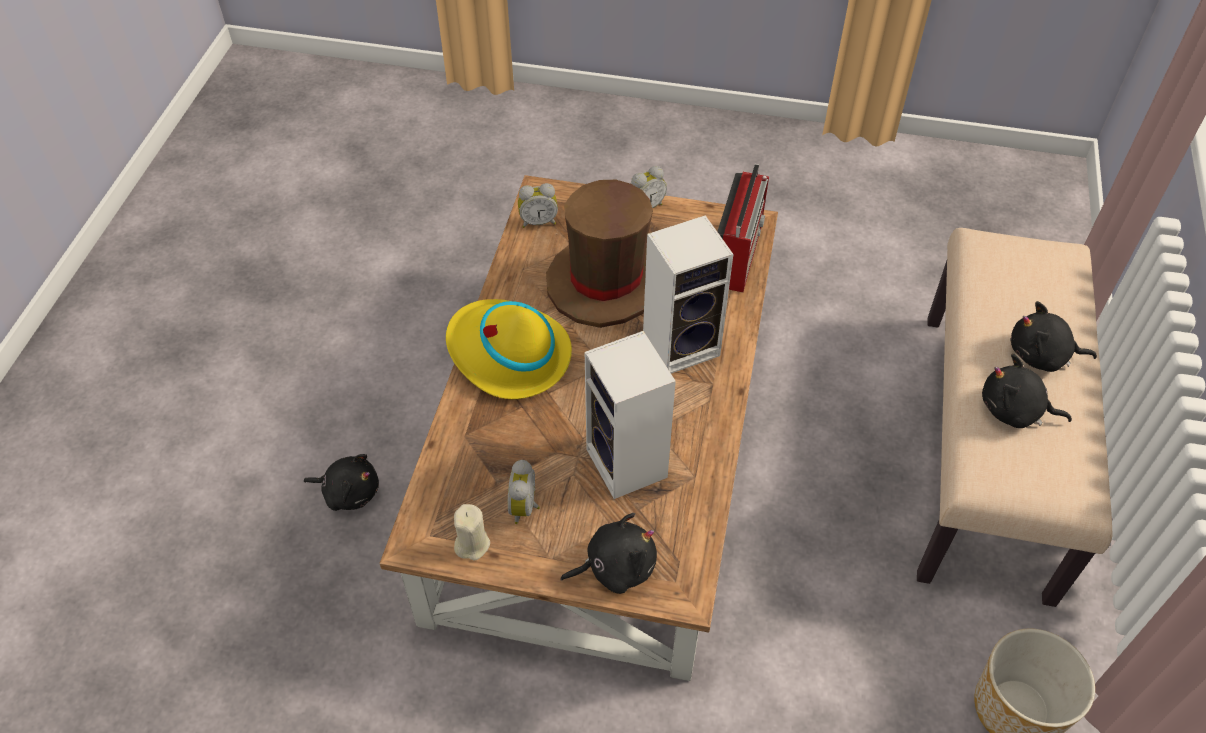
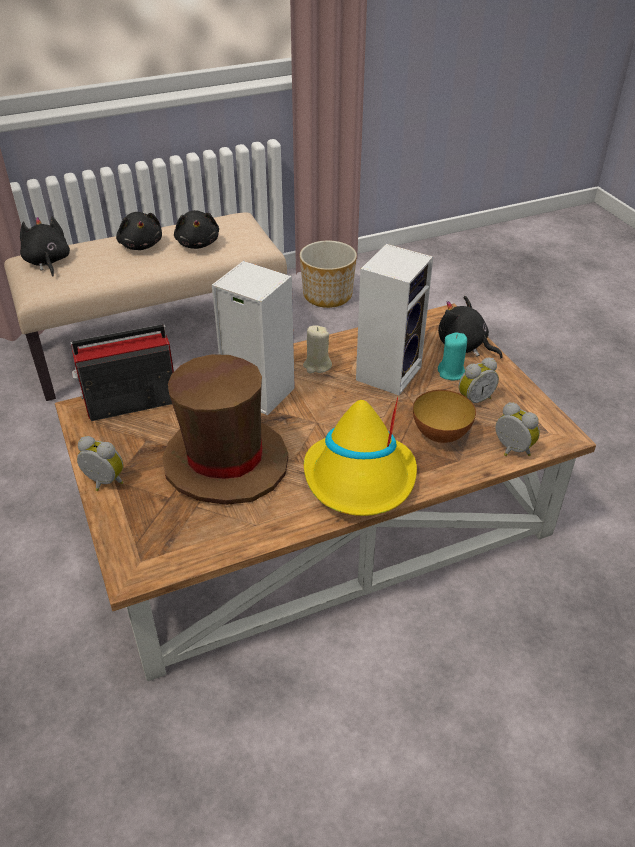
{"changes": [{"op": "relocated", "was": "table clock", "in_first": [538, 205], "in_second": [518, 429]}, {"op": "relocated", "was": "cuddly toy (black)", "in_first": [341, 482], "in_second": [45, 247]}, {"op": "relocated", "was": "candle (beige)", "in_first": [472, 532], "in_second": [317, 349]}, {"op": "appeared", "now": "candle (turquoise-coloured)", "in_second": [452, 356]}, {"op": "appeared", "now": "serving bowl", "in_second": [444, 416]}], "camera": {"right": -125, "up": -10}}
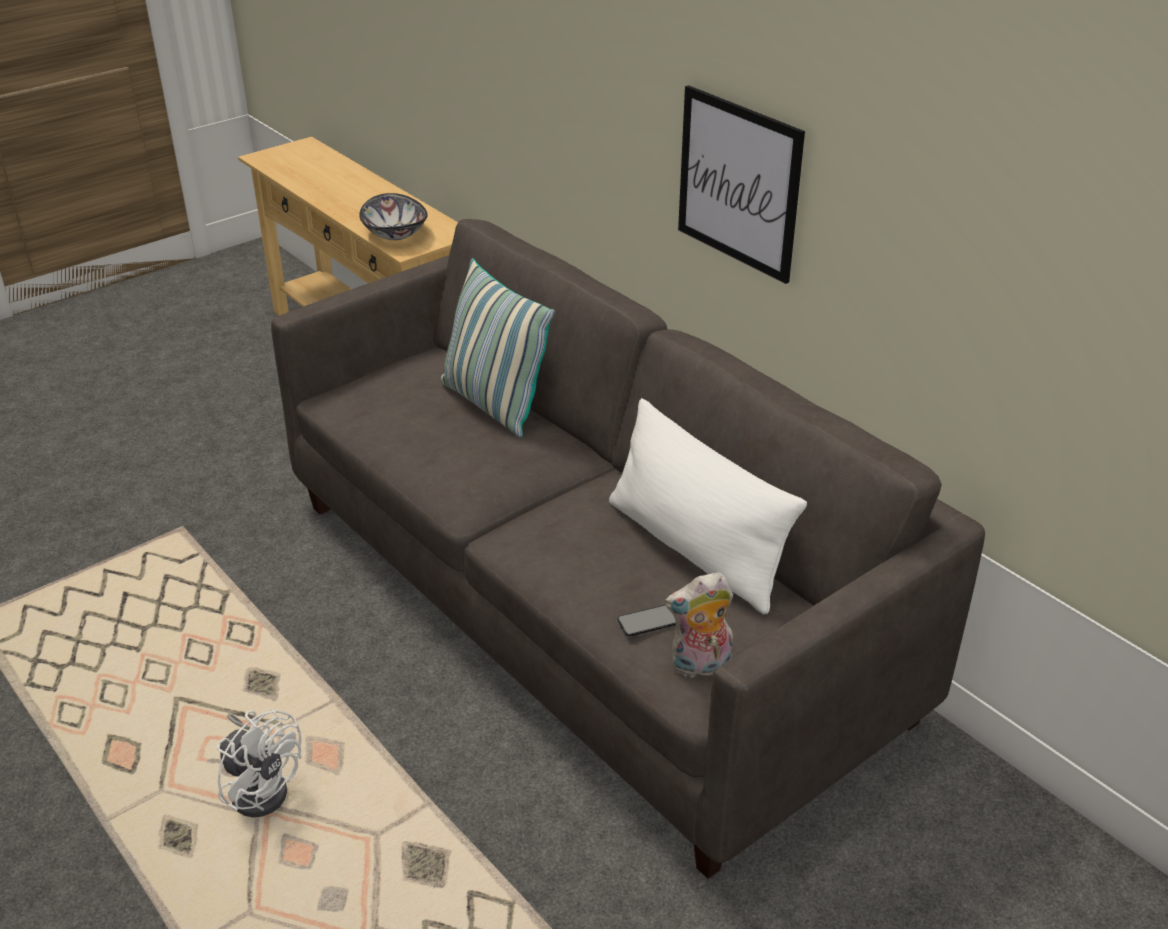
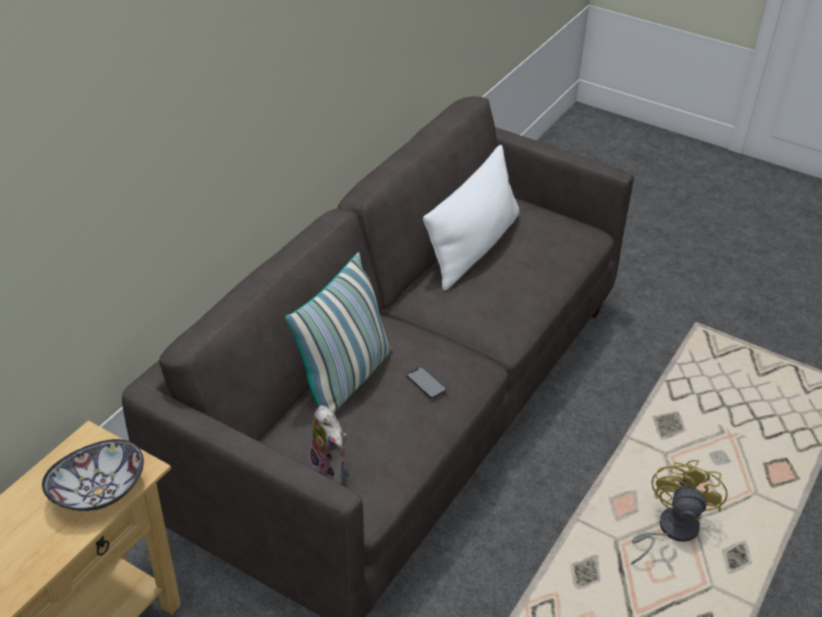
{"changes": [{"op": "missing", "was": "picture", "in_first": [741, 184]}, {"op": "relocated", "was": "cuddly toy", "in_first": [699, 624], "in_second": [328, 444]}, {"op": "relocated", "was": "phone", "in_first": [647, 620], "in_second": [427, 383]}, {"op": "colour", "was": "cooling fan (white)", "now": "cooling fan (yellow)", "in_first": [259, 763], "in_second": [679, 512]}], "camera": {"right": -110, "up": 5}}
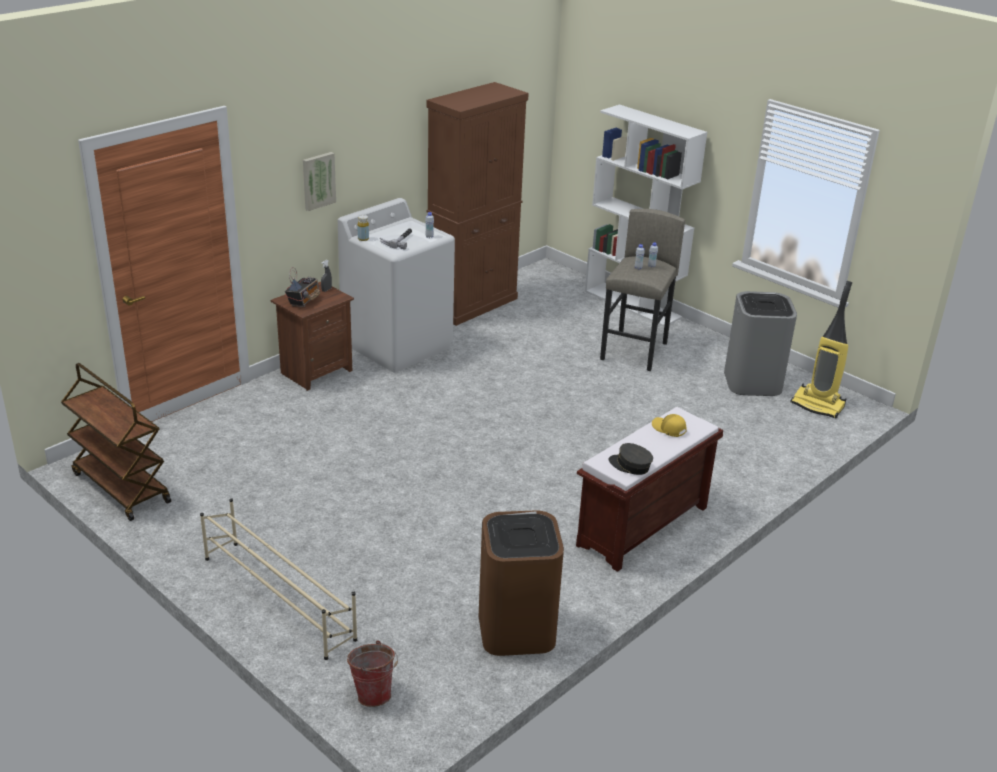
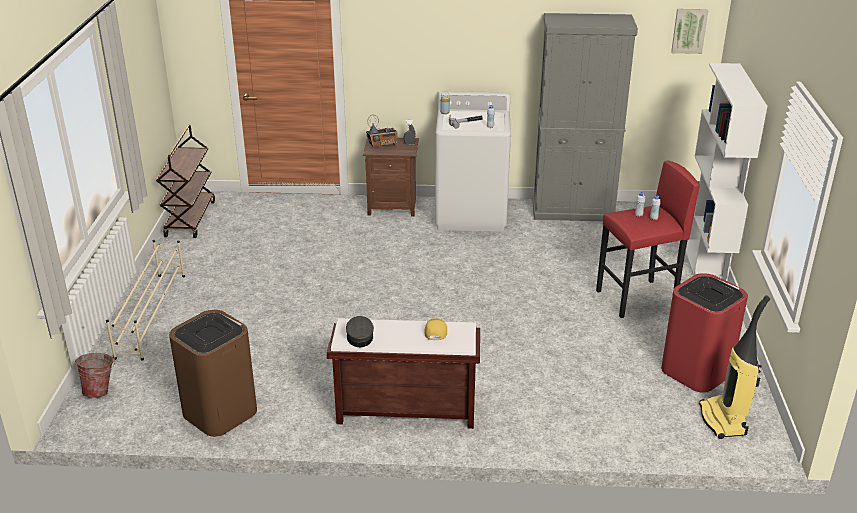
{"changes": [{"op": "colour", "was": "cupboard (brownish)", "now": "cupboard (greyish)", "in_first": [477, 204], "in_second": [585, 117]}, {"op": "relocated", "was": "picture", "in_first": [319, 181], "in_second": [689, 31]}, {"op": "colour", "was": "sitting stool (greyish)", "now": "sitting stool (reddish)", "in_first": [642, 290], "in_second": [648, 239]}, {"op": "colour", "was": "waste bin (greyish)", "now": "waste bin (reddish)", "in_first": [760, 343], "in_second": [704, 333]}], "camera": {"right": 50, "up": 0}}
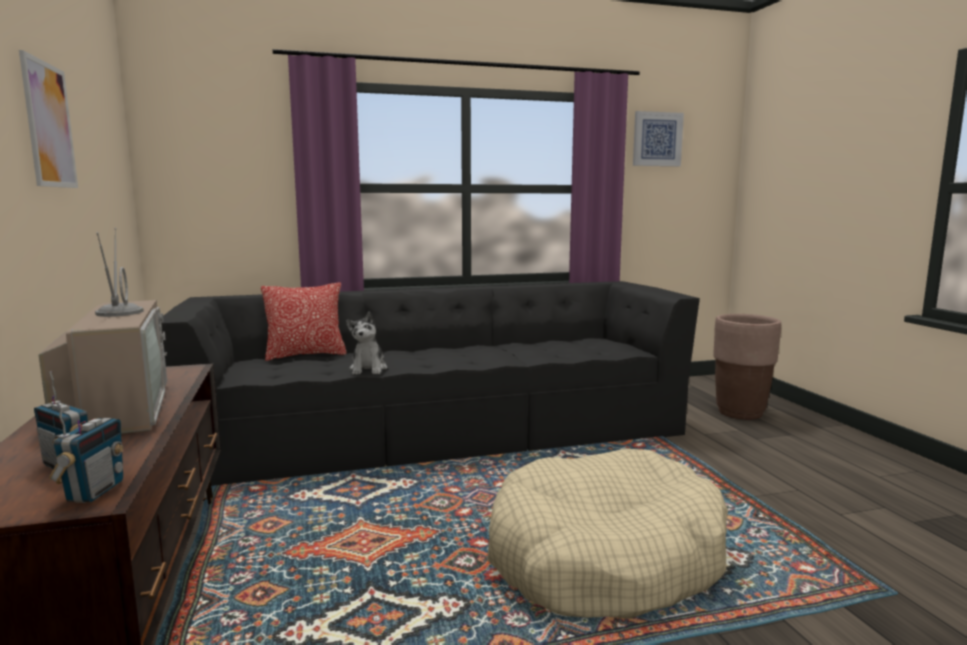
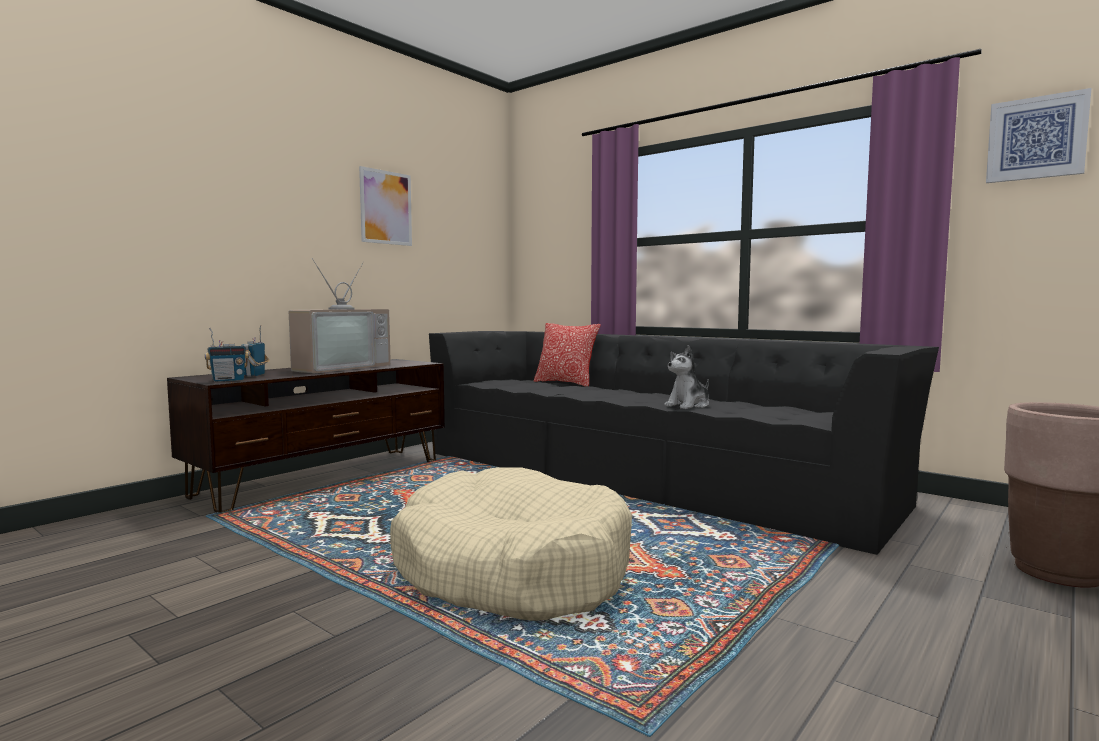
{"changes": [{"op": "relocated", "was": "cuddly toy", "in_first": [366, 343], "in_second": [686, 377]}], "camera": {"right": 55, "up": -5}}
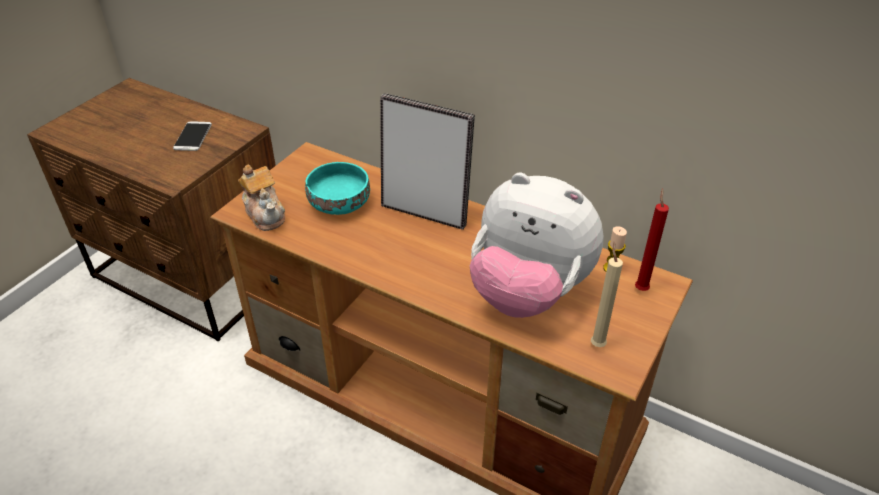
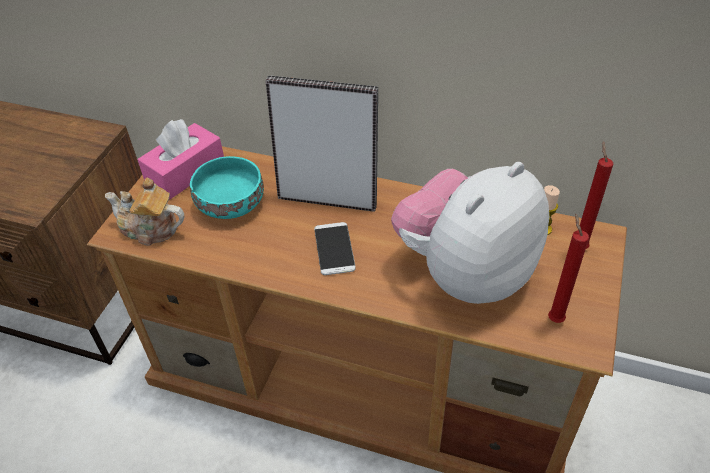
{"changes": [{"op": "relocated", "was": "phone", "in_first": [192, 136], "in_second": [335, 248]}, {"op": "spun", "was": "pot for tea", "in_first": [261, 197], "in_second": [144, 212], "clockwise": 150}, {"op": "spun", "was": "cuddly toy", "in_first": [537, 245], "in_second": [470, 233], "clockwise": 120}, {"op": "colour", "was": "candle (beige)", "now": "candle (reddish)", "in_first": [607, 294], "in_second": [568, 268]}, {"op": "appeared", "now": "tissue holder (pinkish)", "in_second": [181, 159]}], "camera": {"right": -10, "up": 5}}
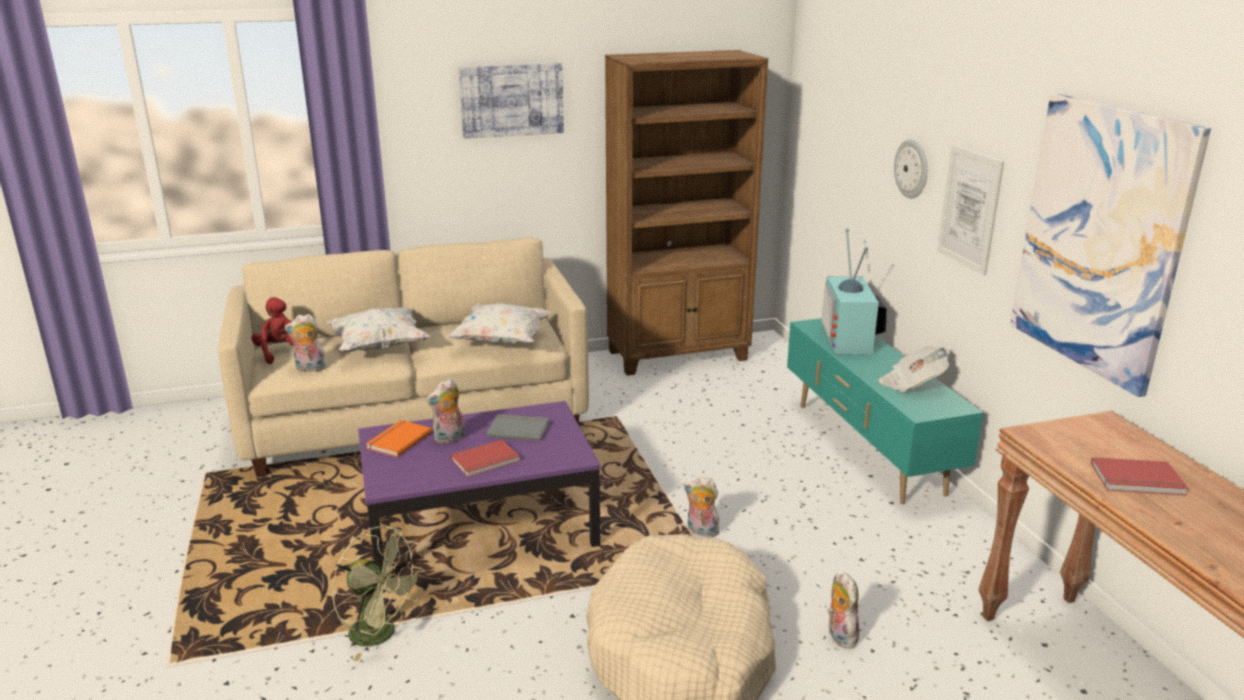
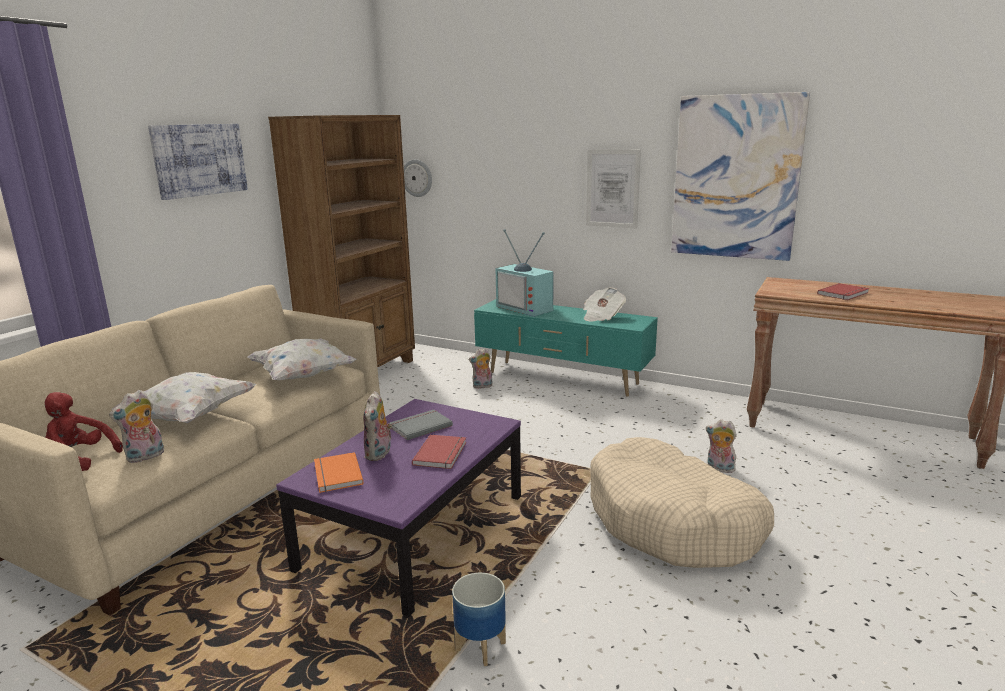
{"changes": [{"op": "relocated", "was": "hanging clock", "in_first": [910, 169], "in_second": [418, 178]}, {"op": "relocated", "was": "cuddly toy", "in_first": [702, 506], "in_second": [481, 368]}, {"op": "exchanged", "was": "cooling fan (green)", "now": "flower pot", "in_first": [378, 593], "in_second": [479, 619]}], "camera": {"right": -45, "up": -5}}
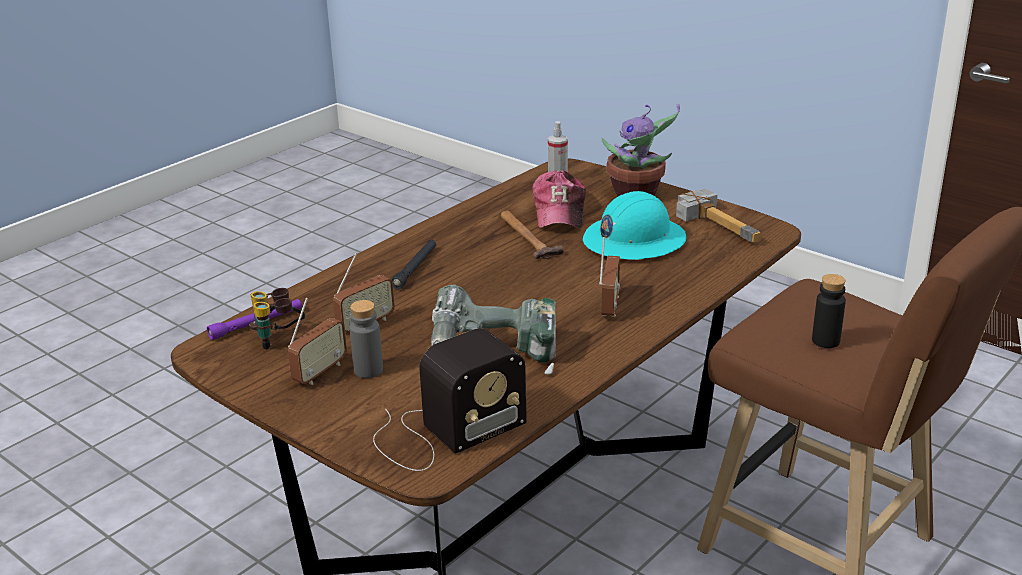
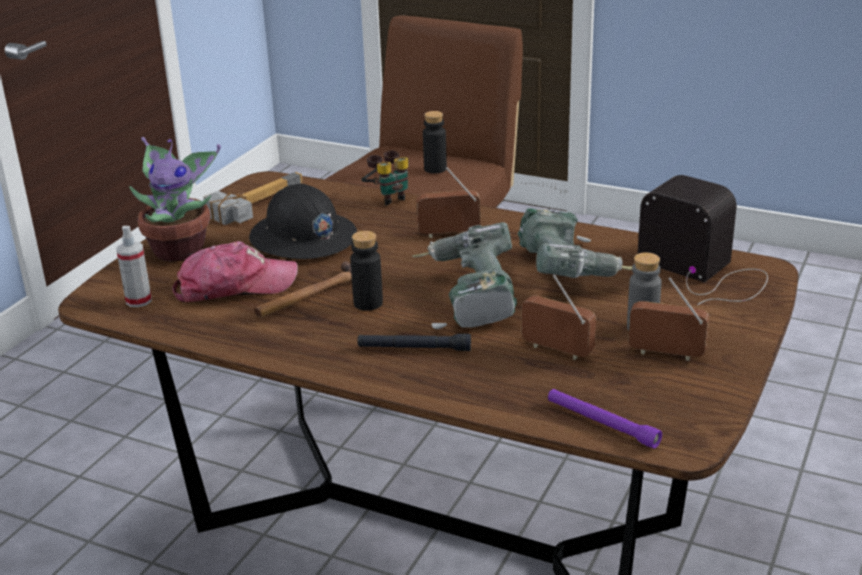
{"changes": [{"op": "colour", "was": "safety helmet (turquoise-coloured)", "now": "safety helmet (black)", "in_first": [634, 225], "in_second": [303, 221]}, {"op": "relocated", "was": "field glasses", "in_first": [277, 318], "in_second": [385, 178]}, {"op": "appeared", "now": "power drill", "in_second": [464, 275]}, {"op": "appeared", "now": "bottle (black)", "in_second": [366, 271]}], "camera": {"right": -105, "up": 0}}
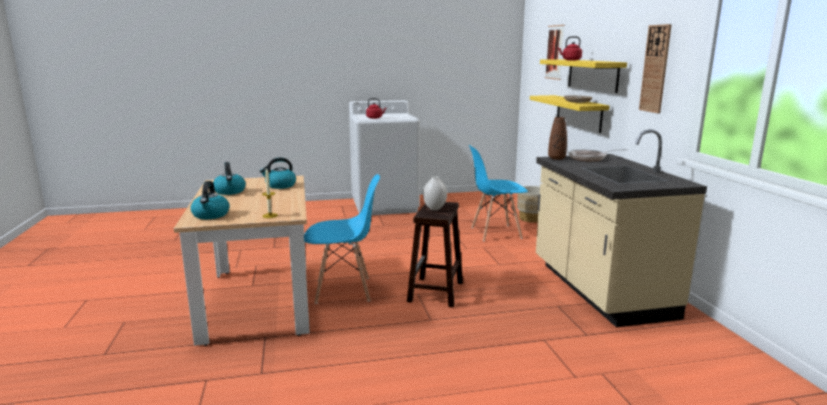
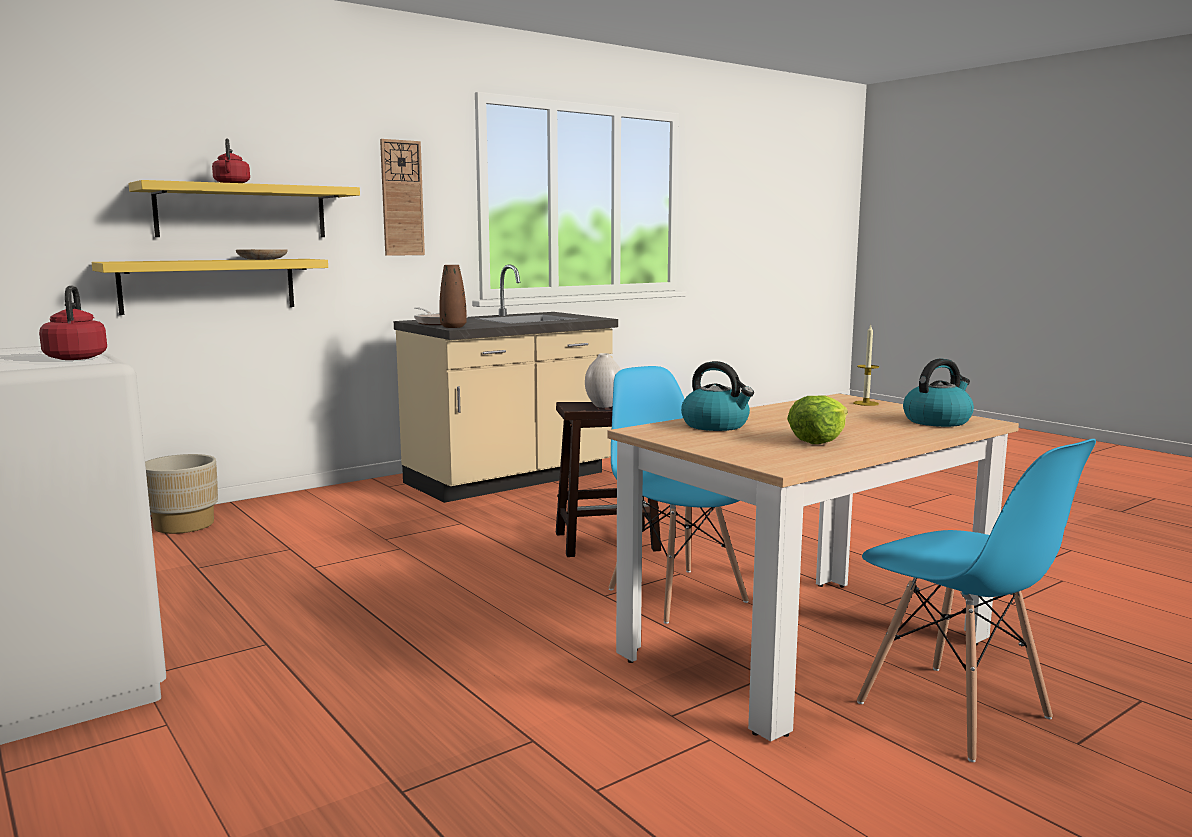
{"changes": [{"op": "missing", "was": "picture", "in_first": [555, 52]}, {"op": "relocated", "was": "plain chair (bluish)", "in_first": [498, 193], "in_second": [976, 600]}, {"op": "exchanged", "was": "kettle", "now": "lettuce head", "in_first": [229, 178], "in_second": [817, 419]}], "camera": {"right": -115, "up": -5}}
